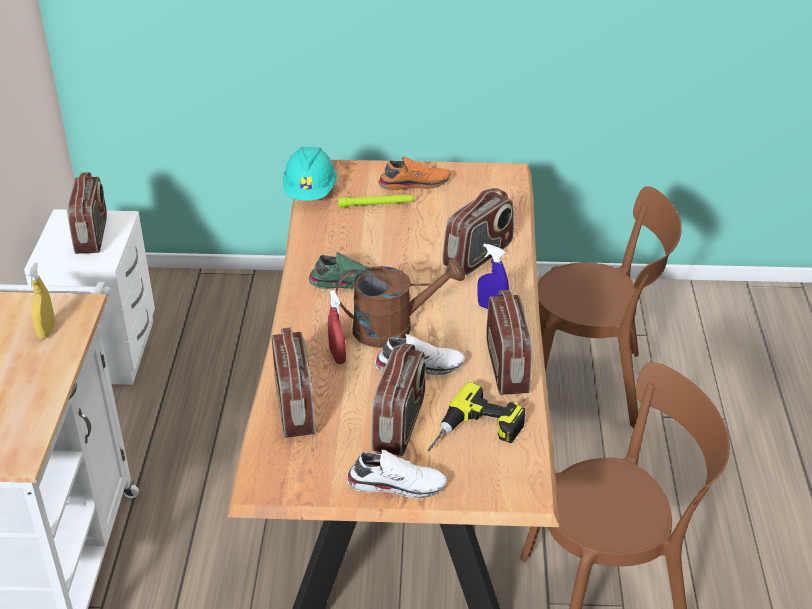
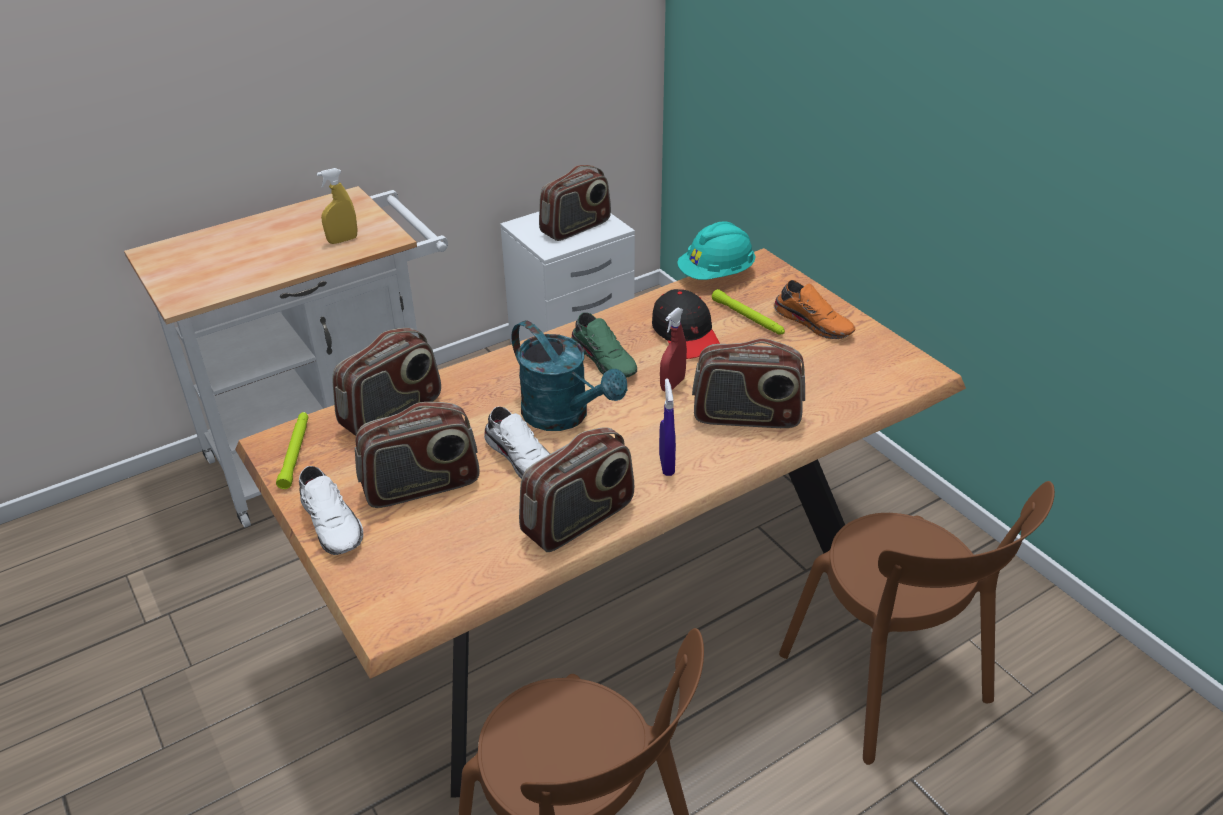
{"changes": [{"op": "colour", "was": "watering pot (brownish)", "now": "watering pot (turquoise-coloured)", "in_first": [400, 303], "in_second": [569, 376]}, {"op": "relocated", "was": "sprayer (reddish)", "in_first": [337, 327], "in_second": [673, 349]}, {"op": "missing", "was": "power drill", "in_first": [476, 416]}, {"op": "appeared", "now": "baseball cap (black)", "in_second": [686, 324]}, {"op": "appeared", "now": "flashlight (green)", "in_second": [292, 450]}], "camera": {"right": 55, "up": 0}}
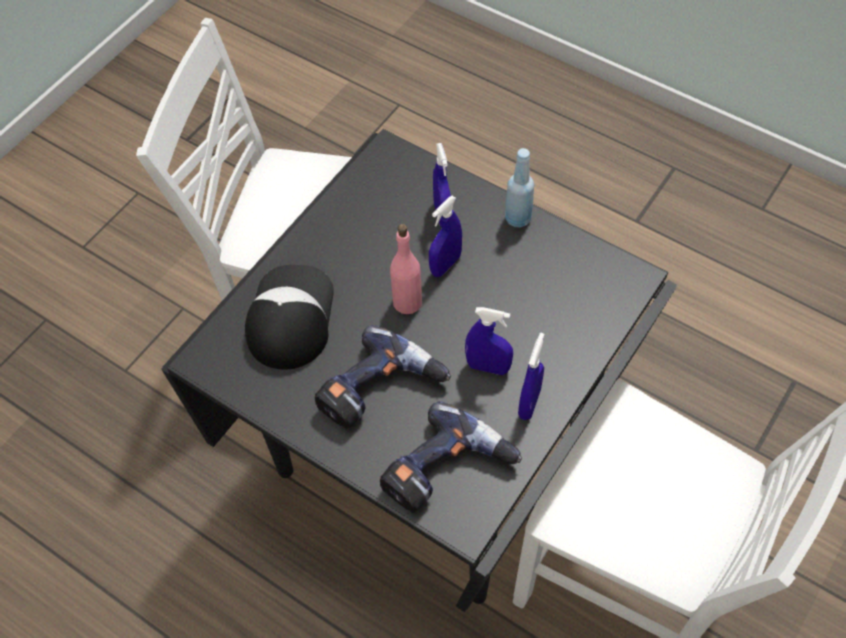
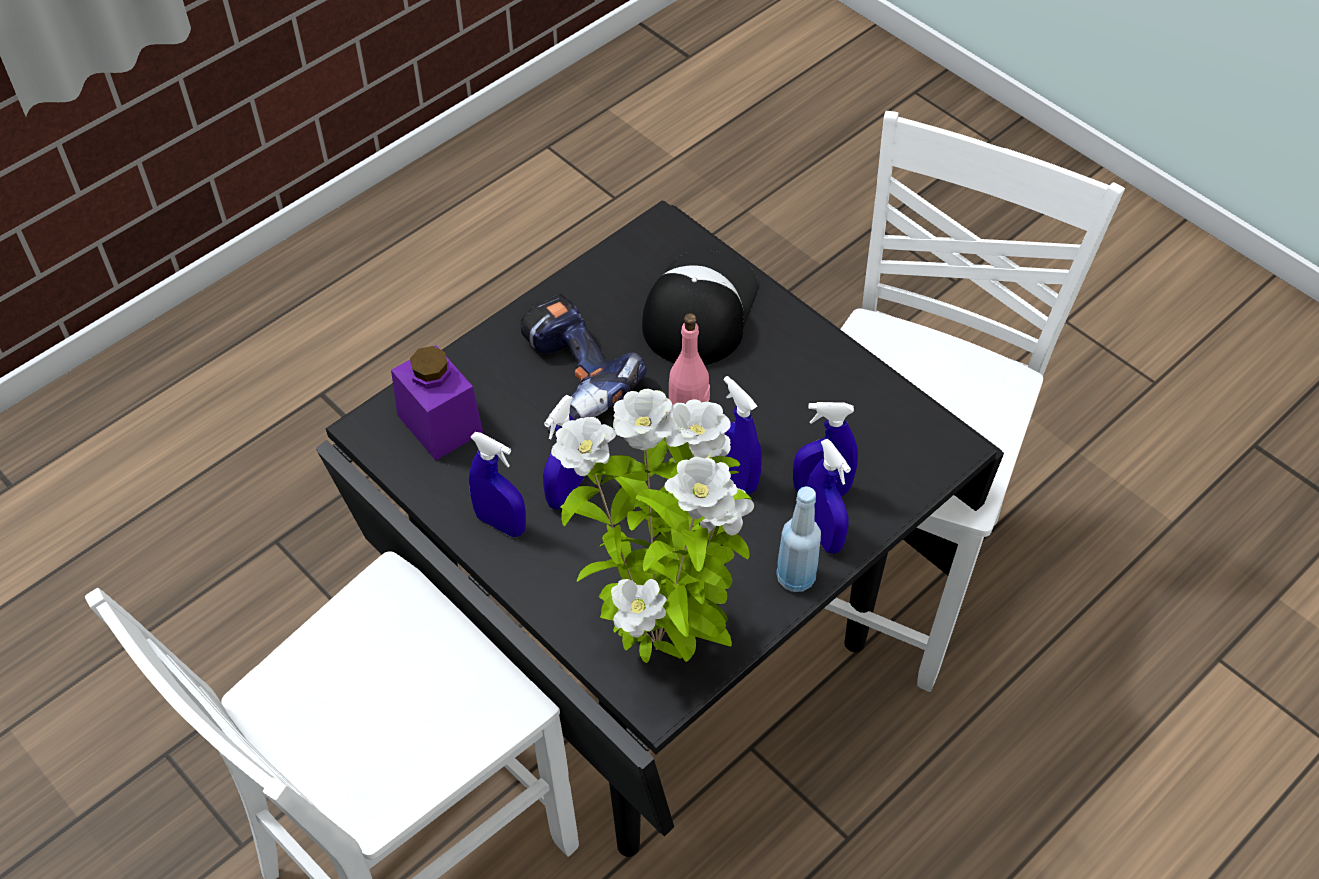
{"changes": [{"op": "spun", "was": "baseball cap", "in_first": [289, 317], "in_second": [700, 307], "clockwise": -90}, {"op": "exchanged", "was": "power drill", "now": "preserve jar (purplish)", "in_first": [451, 457], "in_second": [437, 402]}, {"op": "appeared", "now": "plant in a pot", "in_second": [652, 526]}, {"op": "appeared", "now": "sprayer (bluish)", "in_second": [829, 496]}], "camera": {"right": 100, "up": -5}}
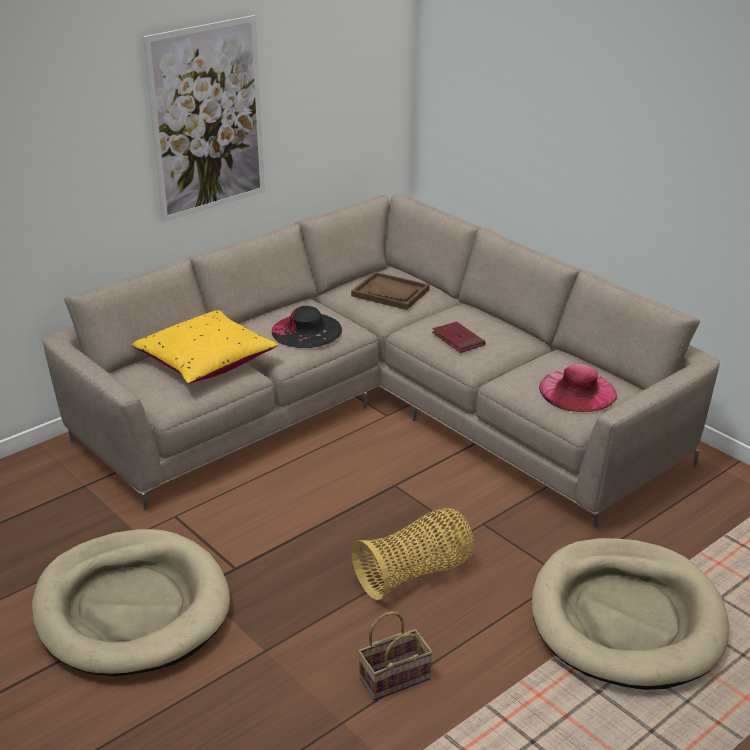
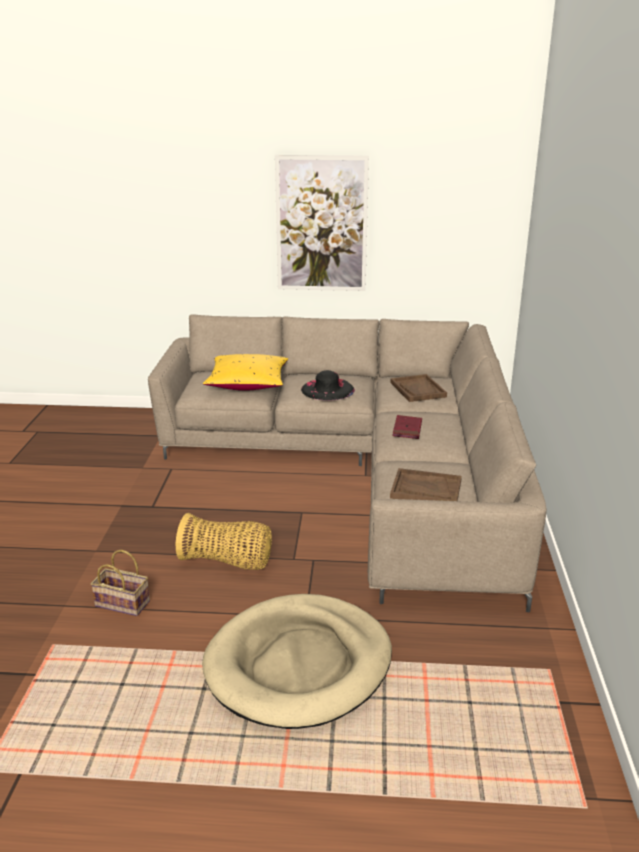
{"changes": [{"op": "exchanged", "was": "wearable hat (pinkish)", "now": "carrying tray (brownish)", "in_first": [578, 388], "in_second": [426, 484]}, {"op": "missing", "was": "dog cushion (beige)", "in_first": [131, 602]}], "camera": {"right": 45, "up": -5}}
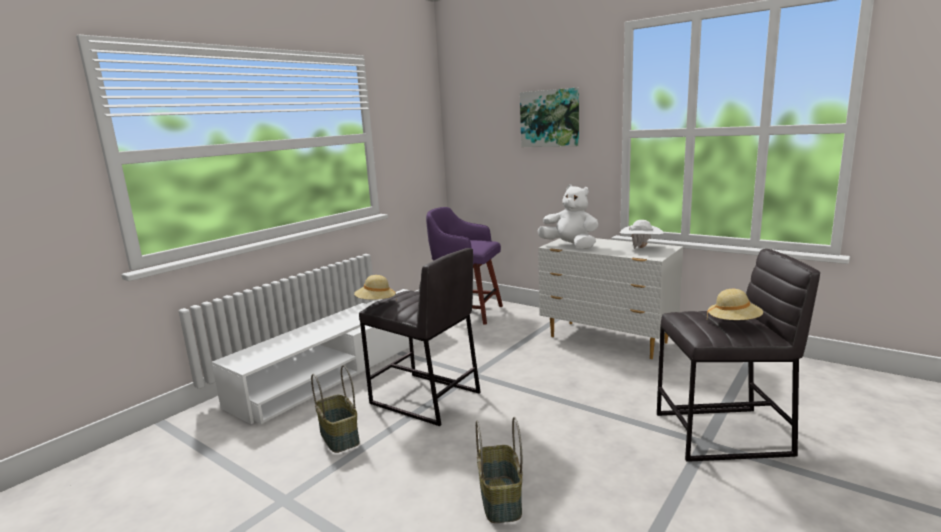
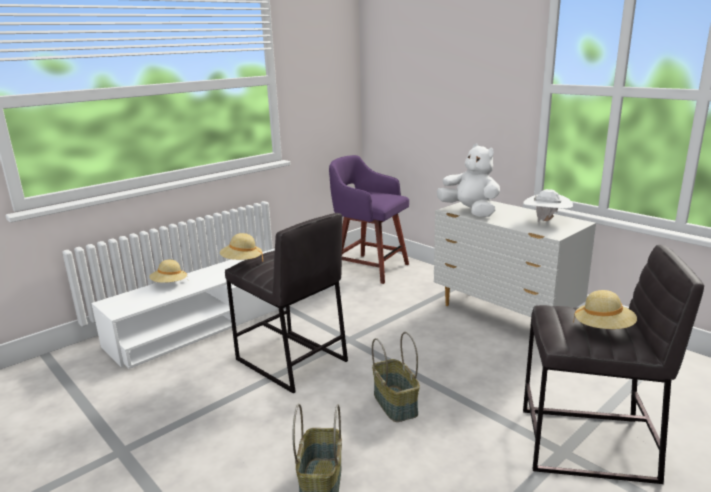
{"changes": [{"op": "missing", "was": "picture", "in_first": [549, 117]}, {"op": "relocated", "was": "basket", "in_first": [335, 409], "in_second": [396, 377]}, {"op": "appeared", "now": "wearable hat (beige)", "in_second": [168, 271]}], "camera": {"right": 10, "up": 5}}
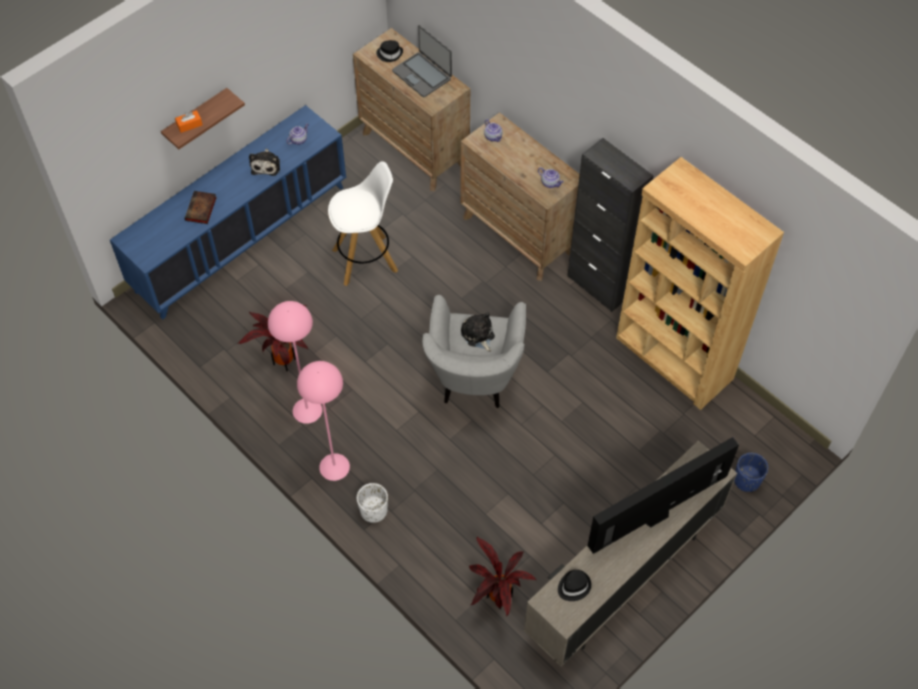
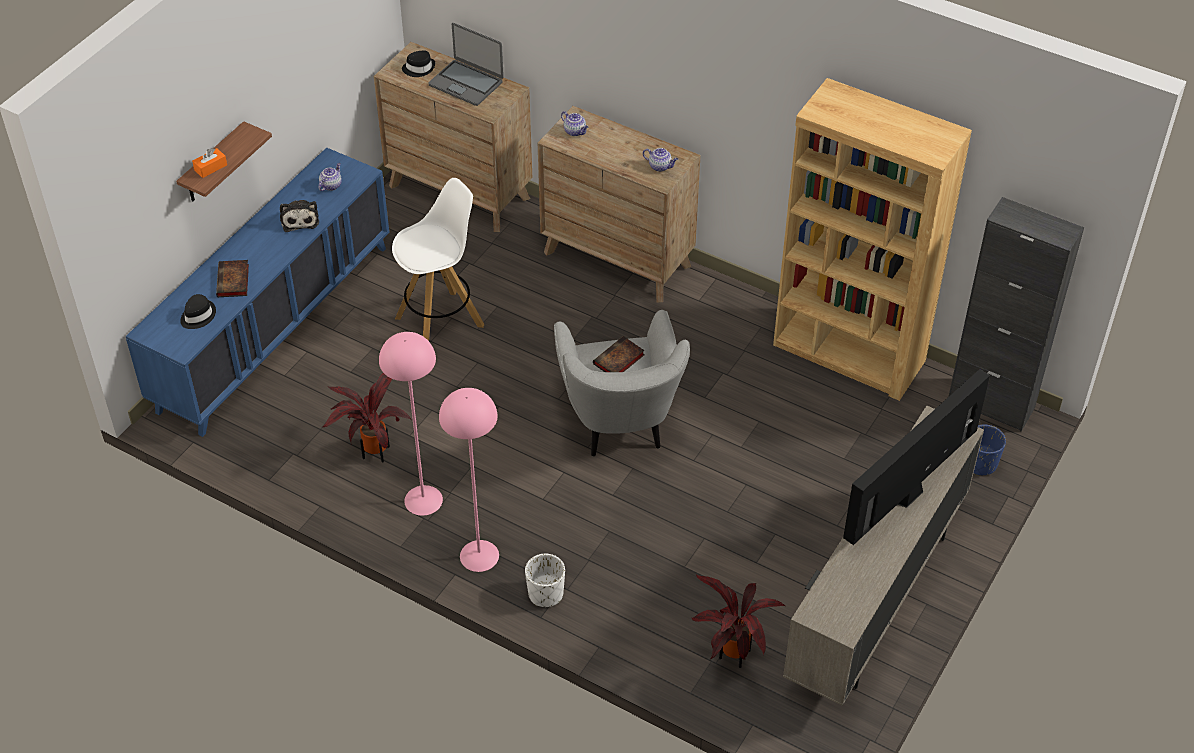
{"changes": [{"op": "relocated", "was": "cupboard (black)", "in_first": [611, 225], "in_second": [1016, 314]}, {"op": "exchanged", "was": "cuddly toy", "now": "volume", "in_first": [478, 332], "in_second": [619, 354]}, {"op": "relocated", "was": "wearable hat (black)", "in_first": [574, 585], "in_second": [198, 311]}], "camera": {"right": -15, "up": -10}}
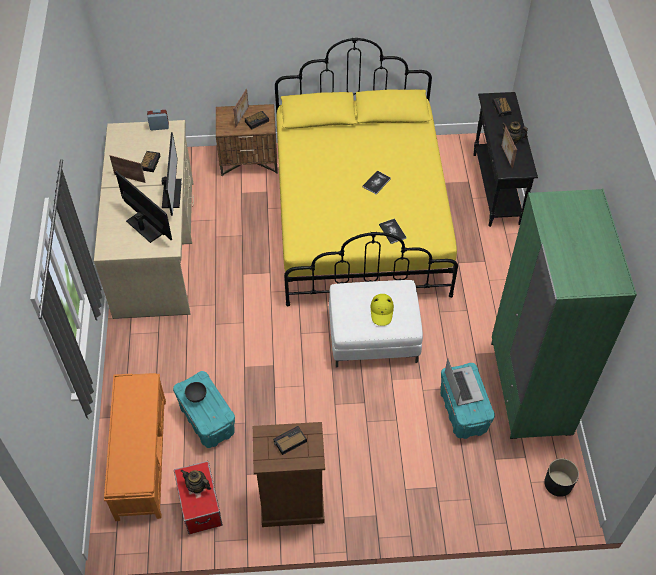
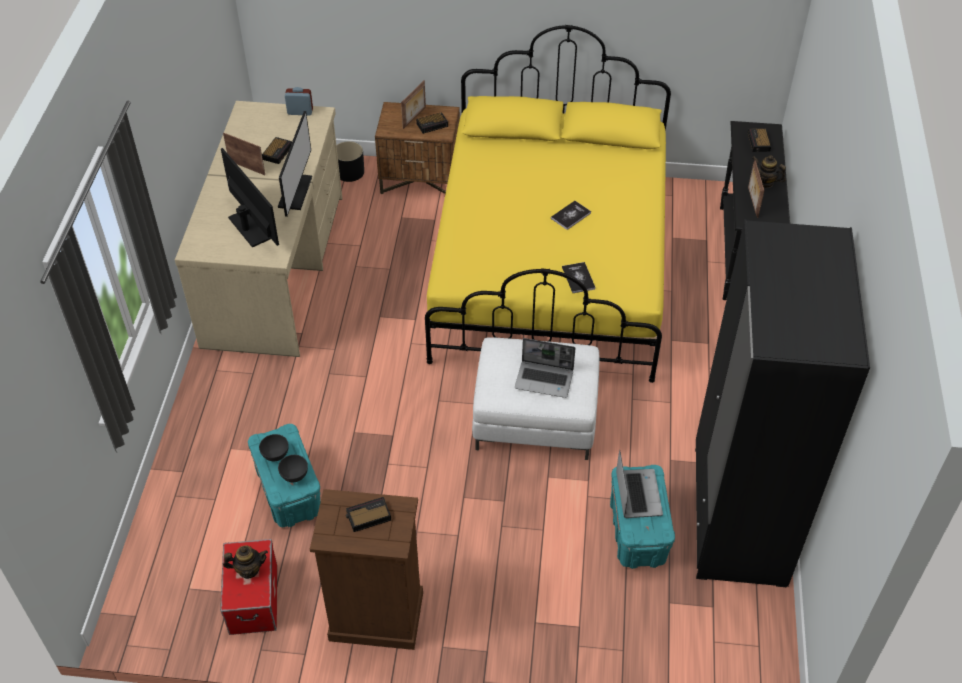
{"changes": [{"op": "colour", "was": "wardrobe (green)", "now": "wardrobe (black)", "in_first": [564, 314], "in_second": [782, 403]}, {"op": "exchanged", "was": "wearable hat (yellow)", "now": "portable computer", "in_first": [382, 310], "in_second": [545, 368]}, {"op": "missing", "was": "bench (orange-coloured)", "in_first": [135, 447]}, {"op": "relocated", "was": "flower pot (black)", "in_first": [561, 477], "in_second": [350, 161]}, {"op": "spun", "was": "pot for tea", "in_first": [195, 482], "in_second": [245, 562], "clockwise": 135}, {"op": "appeared", "now": "serving bowl (greyish)", "in_second": [293, 468]}], "camera": {"right": 10, "up": -5}}
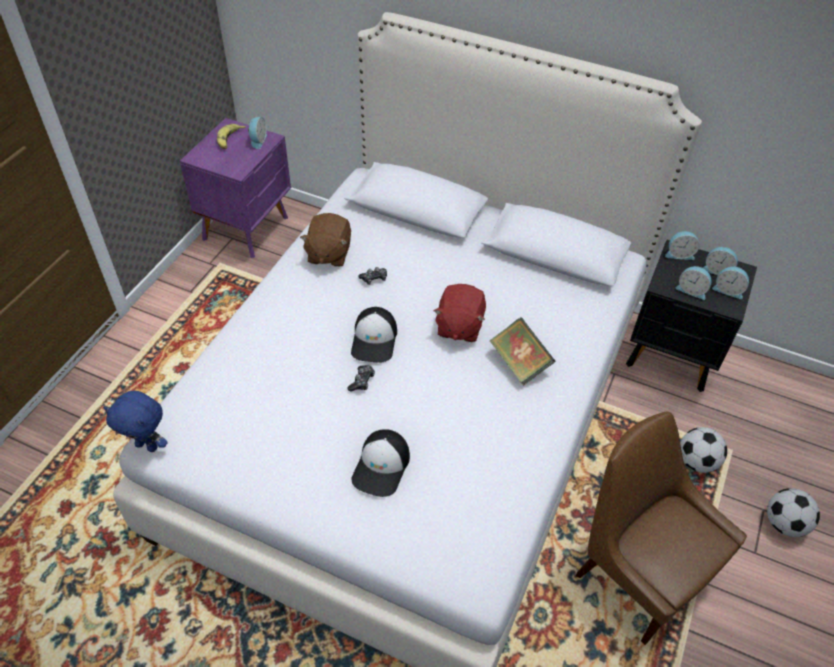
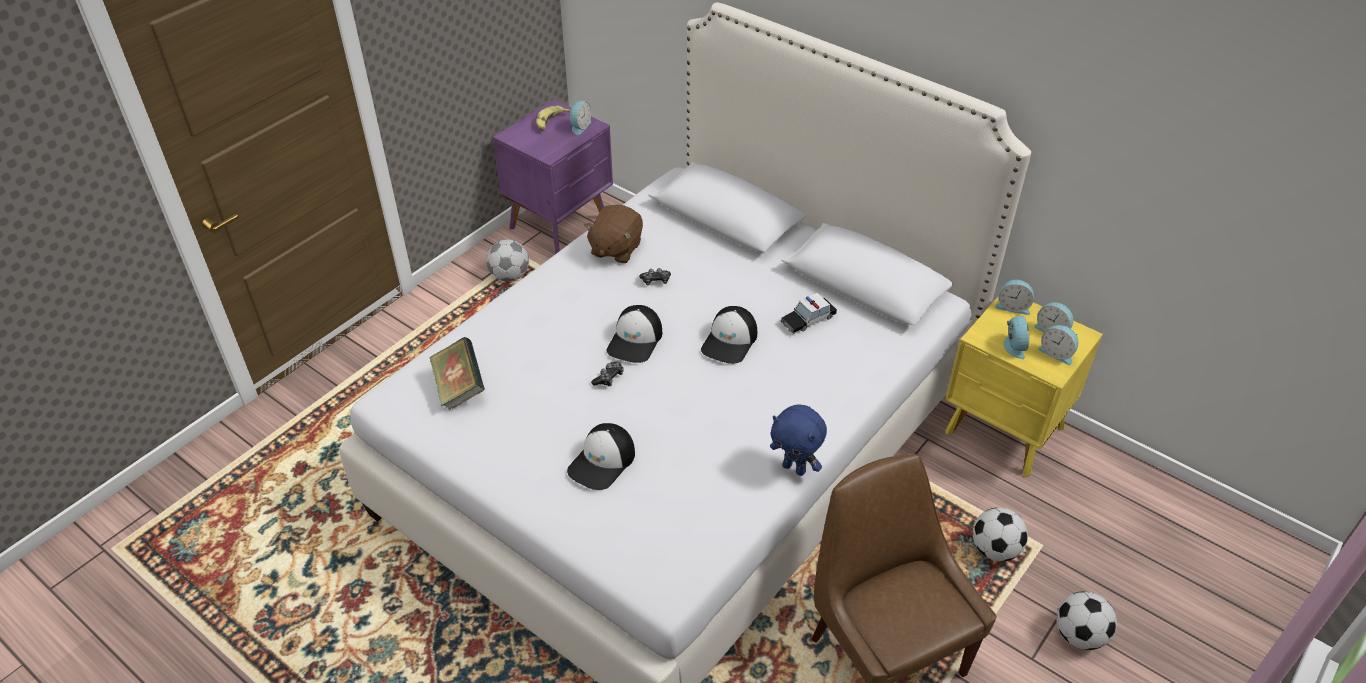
{"changes": [{"op": "colour", "was": "nightstand (black)", "now": "nightstand (yellow)", "in_first": [691, 316], "in_second": [1024, 386]}, {"op": "spun", "was": "table clock", "in_first": [693, 283], "in_second": [1016, 337], "clockwise": -135}, {"op": "exchanged", "was": "cuddly toy (reddish)", "now": "baseball cap", "in_first": [460, 313], "in_second": [729, 335]}, {"op": "relocated", "was": "volume", "in_first": [522, 351], "in_second": [457, 374]}, {"op": "relocated", "was": "cuddly toy (bluish)", "in_first": [136, 421], "in_second": [798, 440]}, {"op": "appeared", "now": "ball for football", "in_second": [507, 260]}, {"op": "appeared", "now": "toy car", "in_second": [808, 313]}], "camera": {"right": 15, "up": -5}}
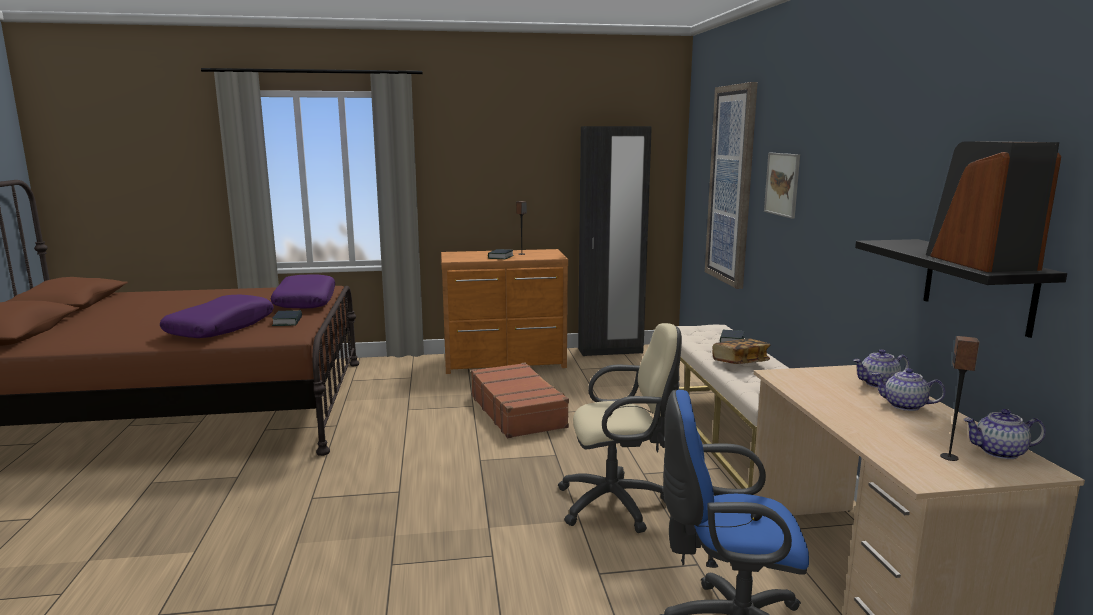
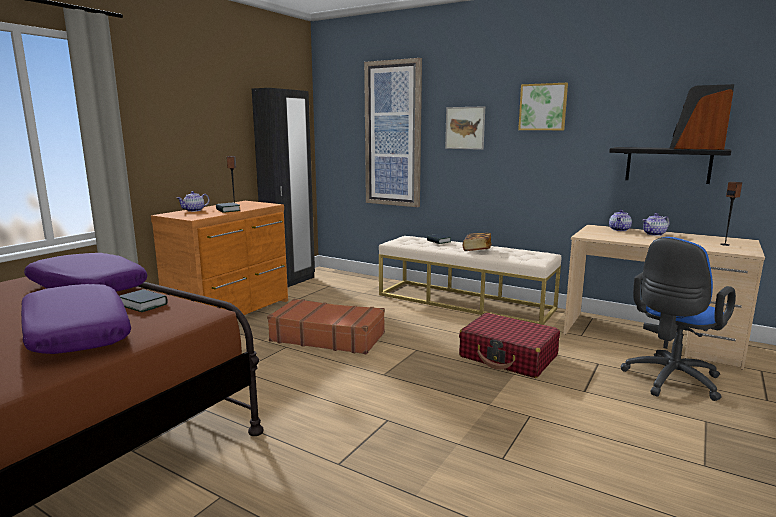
{"changes": [{"op": "exchanged", "was": "office chair (beige)", "now": "piece of luggage (reddish)", "in_first": [620, 428], "in_second": [509, 345]}, {"op": "relocated", "was": "pot for tea", "in_first": [1004, 434], "in_second": [193, 201]}, {"op": "appeared", "now": "picture", "in_second": [543, 106]}], "camera": {"right": -50, "up": 0}}
